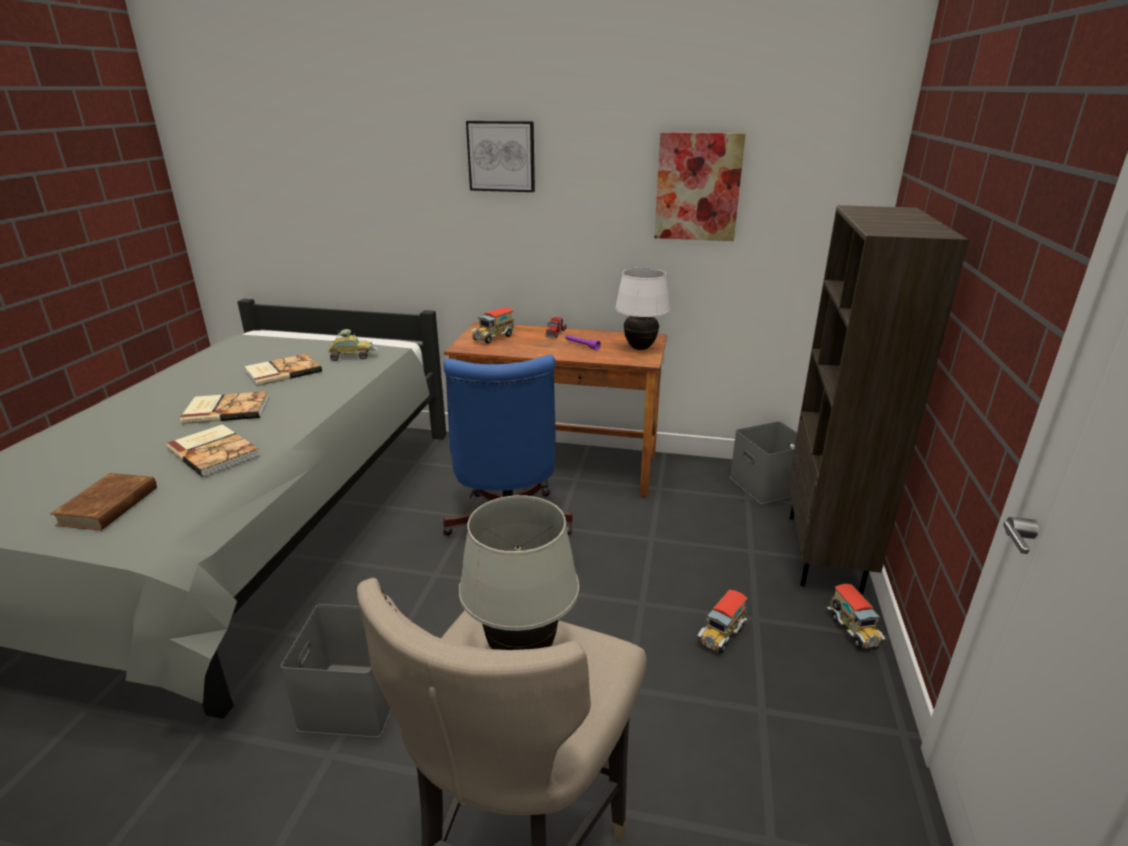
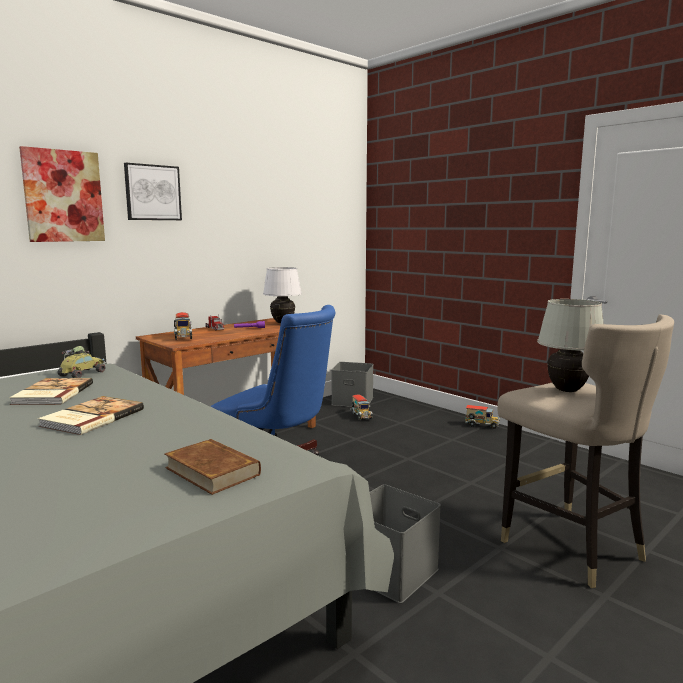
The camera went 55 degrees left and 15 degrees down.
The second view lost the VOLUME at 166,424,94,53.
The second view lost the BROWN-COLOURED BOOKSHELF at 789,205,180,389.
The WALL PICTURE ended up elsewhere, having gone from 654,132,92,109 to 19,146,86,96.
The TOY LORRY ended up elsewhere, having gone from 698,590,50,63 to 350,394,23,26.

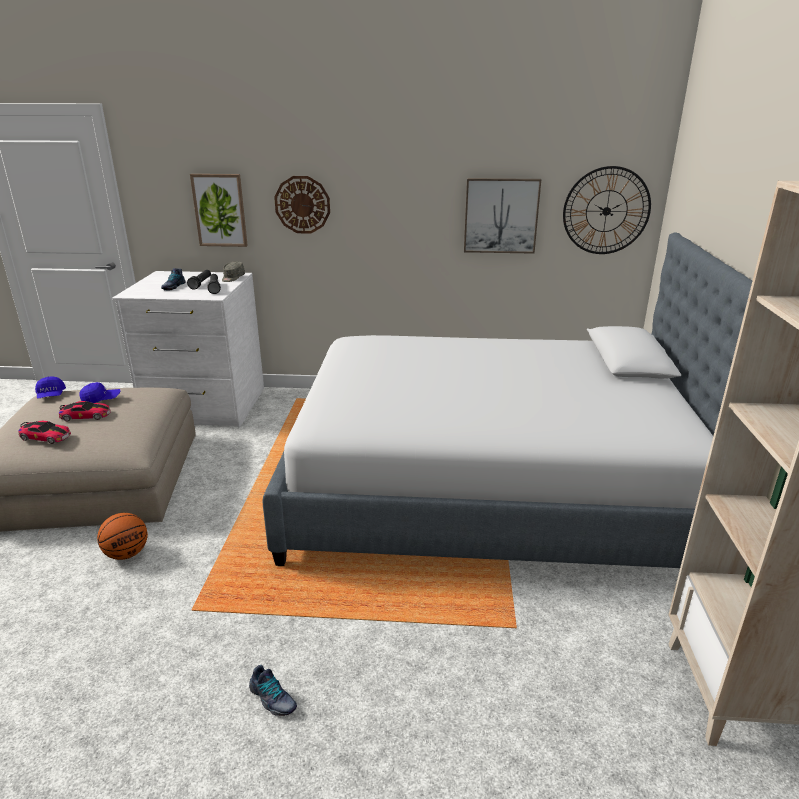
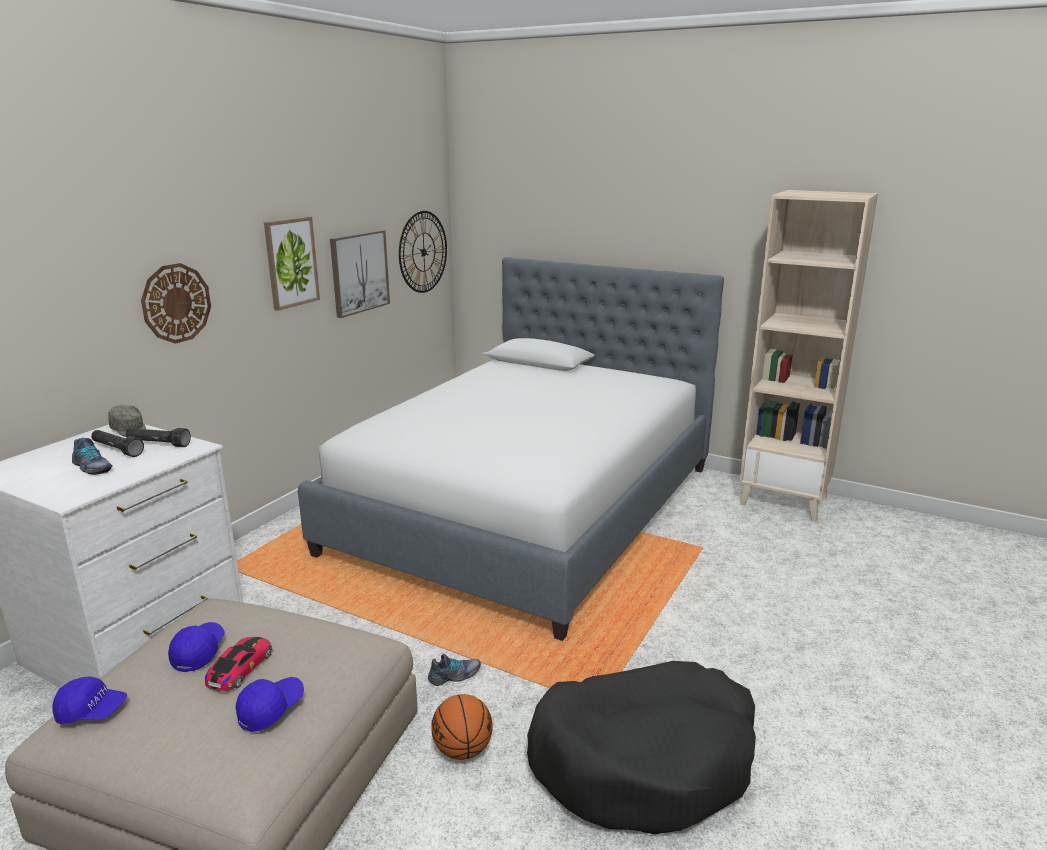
The camera went 65 degrees left and 5 degrees down.
The second view gained the BLACK PET BED at 527,661,229,173.
The WALL PICTURE ended up elsewhere, having gone from 190,174,58,73 to 264,217,56,94.
The SHOE ended up elsewhere, having gone from 249,665,48,51 to 428,654,53,32.
Where the TOY CAR stood at 18,421,53,23, the BLUISH PEAKED CAP came to stand at 236,677,68,55.

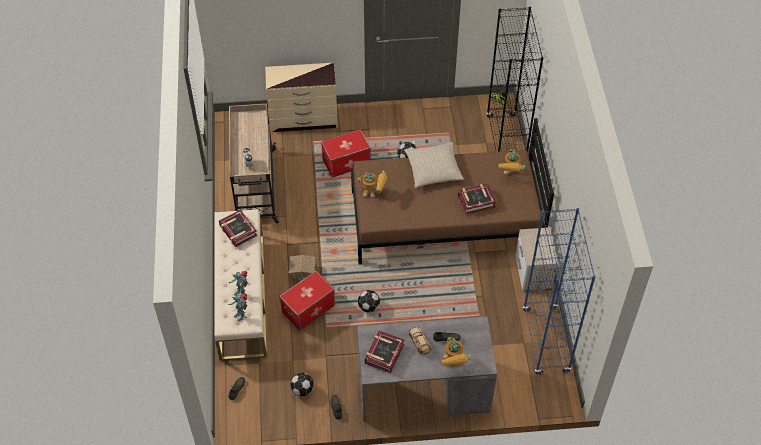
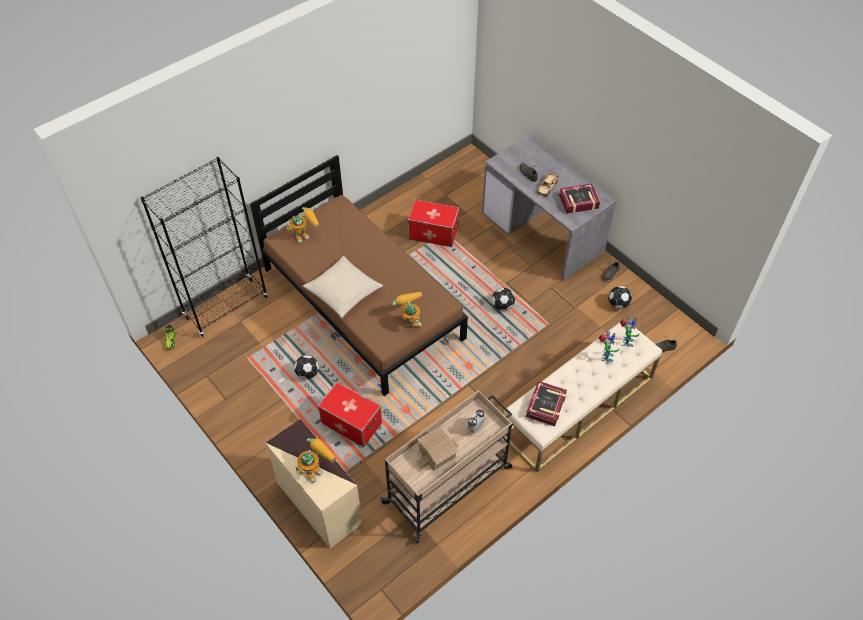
The camera went 125 degrees left and 0 degrees up.
The second view lost the VOLUME at 458,184,38,30.
The second view lost the BEDSIDE TABLE at 515,227,43,64.
The second view lost the BLUISH BOOKSHELF at 523,208,73,167.
The STORAGE BOX ended up elsewhere, having gone from 279,271,56,60 to 408,199,51,48.
The MODEL HOUSE ended up elsewhere, having gone from 289,255,26,27 to 416,427,43,43.
The ROBOT FIGURE ended up elsewhere, having gone from 441,337,31,30 to 296,438,40,45.

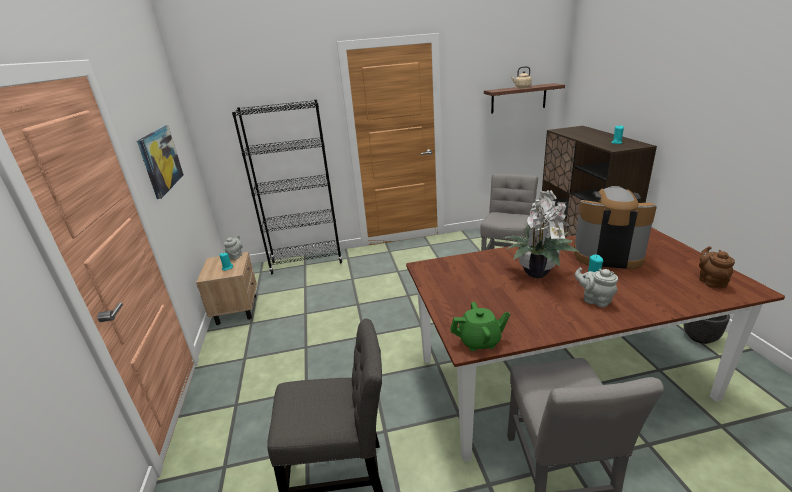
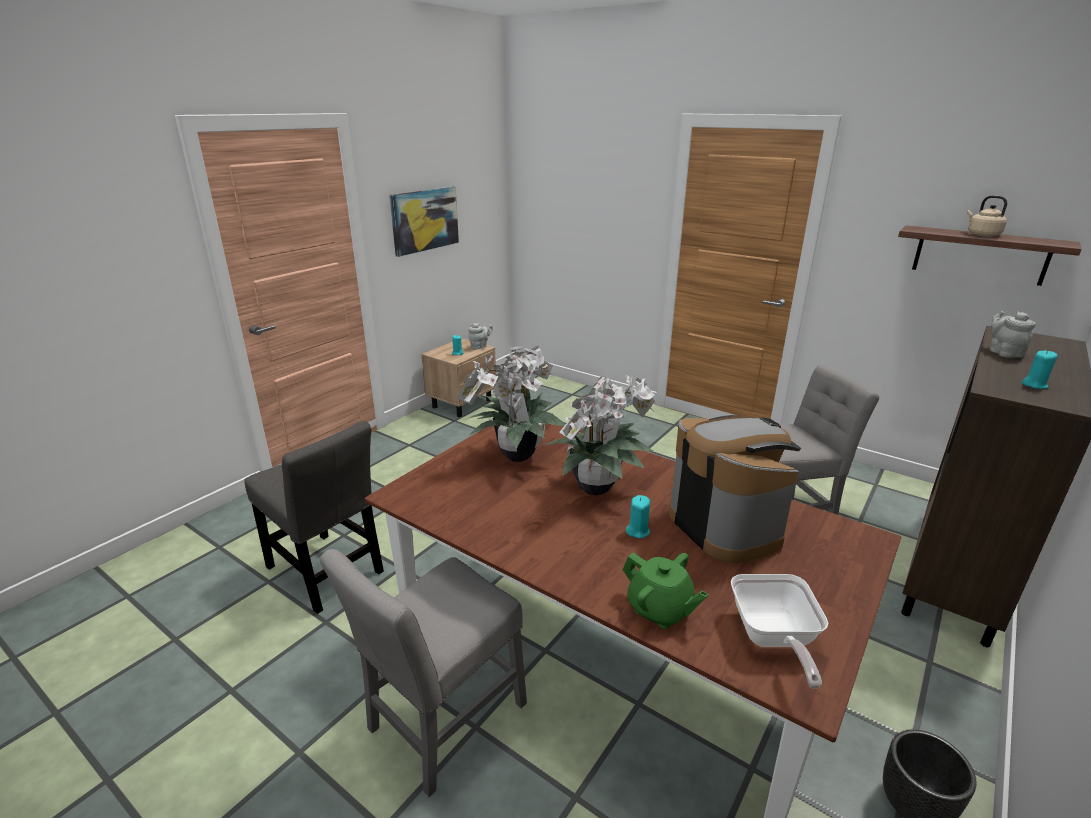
The camera went 45 degrees right and 0 degrees up.
The second view lost the BLACK BOOKSHELF at 232,99,111,175.
The second view gained the HOUSEPLANT at 457,346,108,116.
The GREENISH TEAPOT ended up elsewhere, having gone from 450,302,60,49 to 623,552,86,77.
The GREY TEAPOT ended up elsewhere, having gone from 575,267,43,40 to 990,311,46,47.
Where the BROWN-COLOURED TEAPOT stood at 699,246,36,42, the FRYING PAN came to stand at 731,574,97,115.

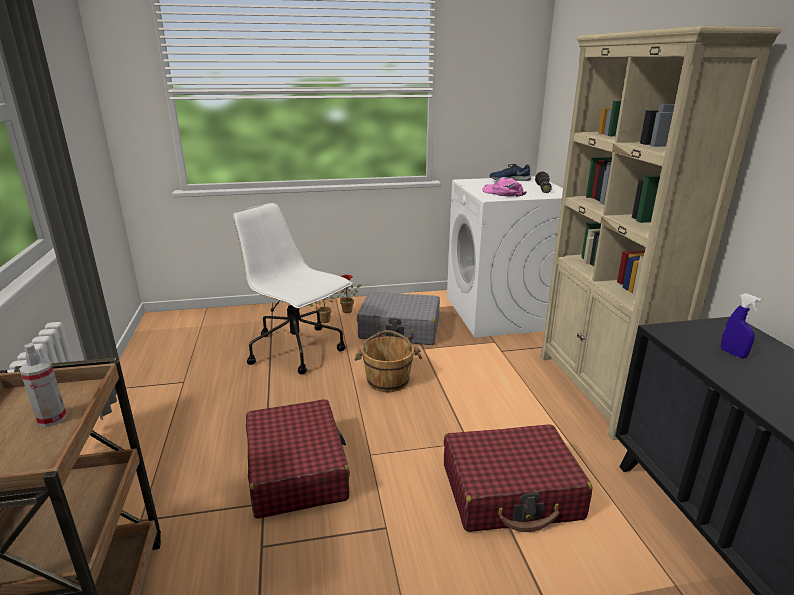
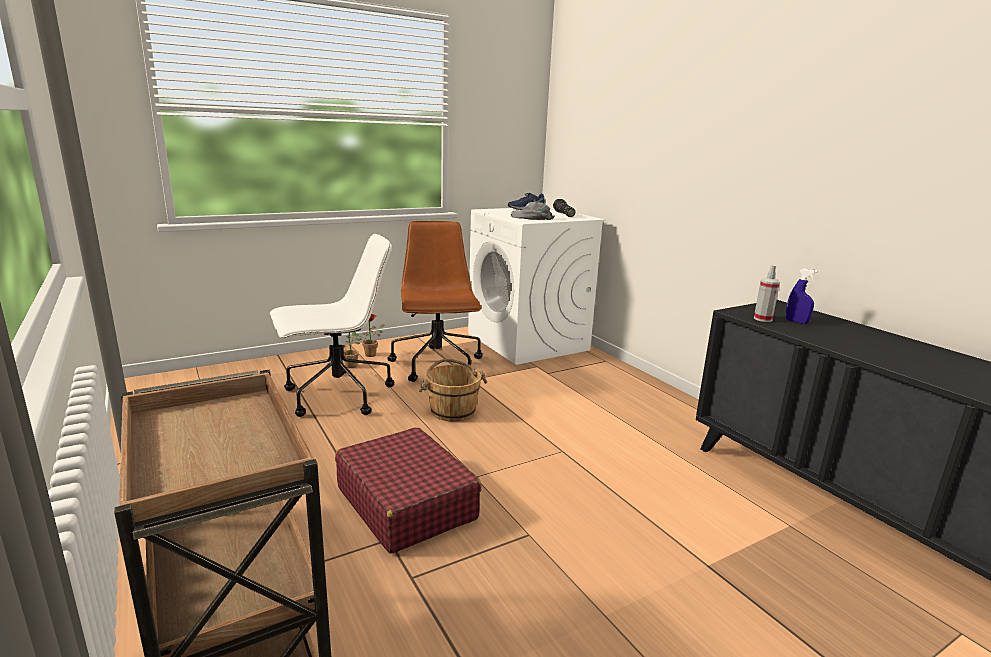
The camera went 20 degrees left and 5 degrees down.
The second view lost the RED TRAVEL CASE at 444,424,148,108.
The second view lost the BEIGE BOOKSHELF at 540,26,241,414.
The SPRAYER ended up elsewhere, having gone from 19,343,48,84 to 754,265,26,57.
Where the GREY TRAVEL CASE stood at 357,291,83,54, the BROWN-COLOURED DESK CHAIR came to stand at 387,221,96,161.
What was the PINK-COLOURED PEAKED CAP at 482,177,45,19 turned into the GREY PEAKED CAP at 511,202,43,18.
The WHITE-COLOURED DESK CHAIR at 233,203,120,171 ended up facing another way, 135 degrees clockwise from before.

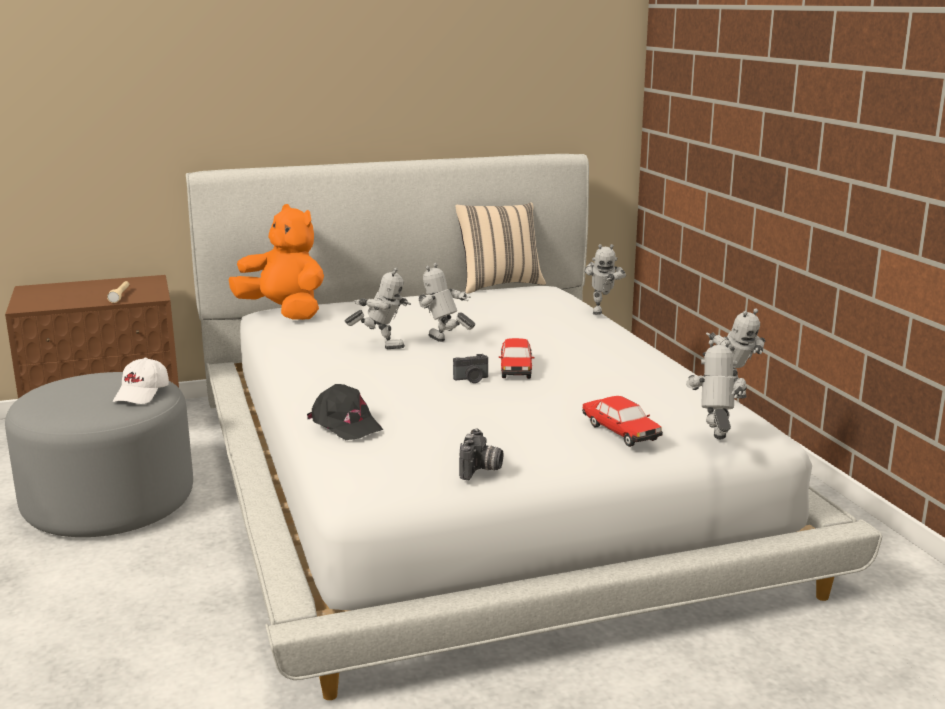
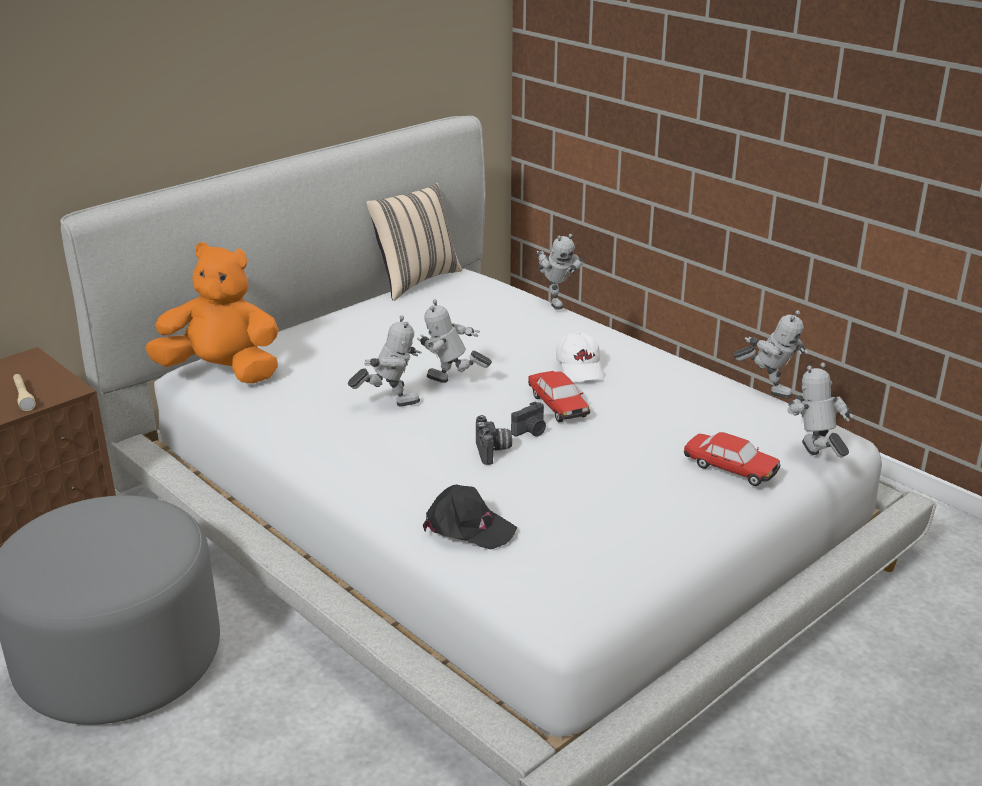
The camera went 25 degrees left and 10 degrees up.
The WHITE-COLOURED PEAKED CAP ended up elsewhere, having gone from 113,358,56,46 to 556,332,49,51.
The STILL CAMERA ended up elsewhere, having gone from 459,428,44,52 to 476,415,36,50.

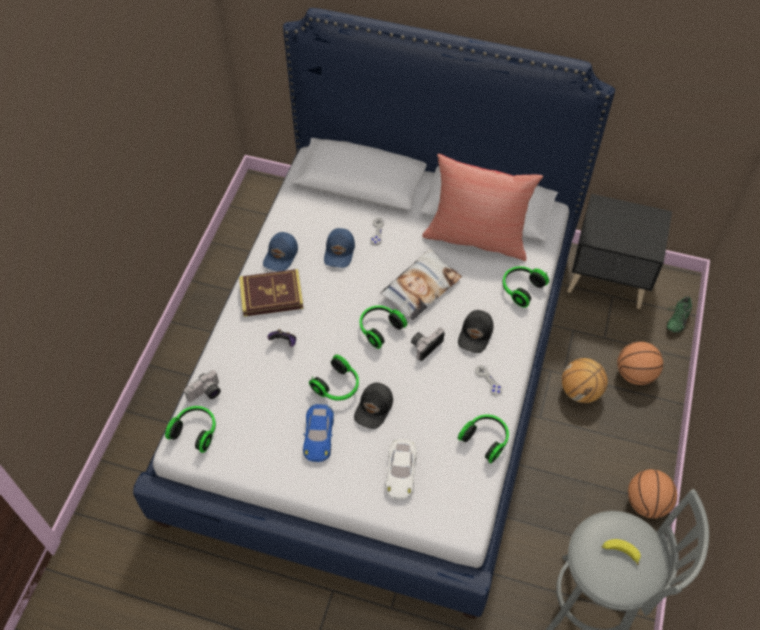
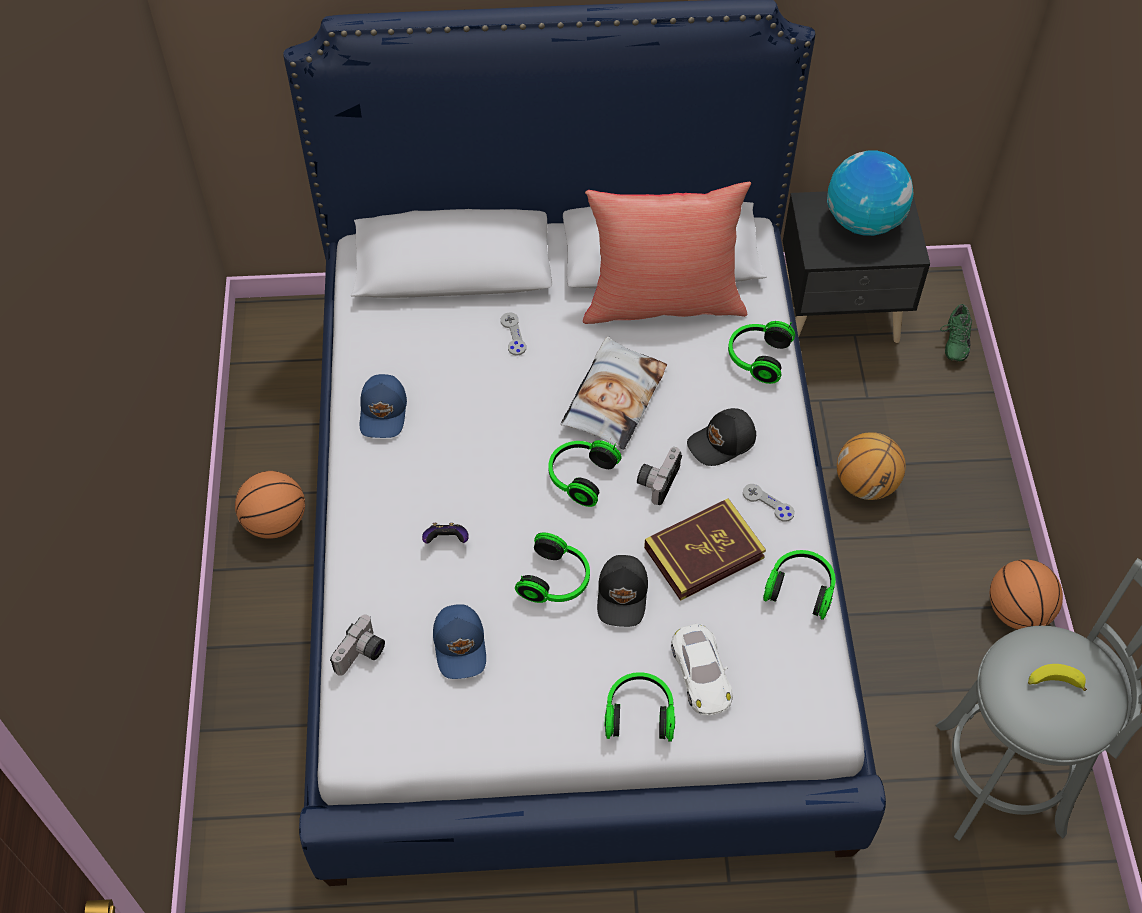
The camera went 20 degrees left and 0 degrees up.
The second view lost the BLUISH TOY CAR at 303,404,31,58.
The second view gained the WORLD GLOBE at 827,151,87,85.
The HEADSET ended up elsewhere, having gone from 165,406,51,47 to 604,672,71,70.
The VOLUME ended up elsewhere, having gone from 239,269,65,48 to 644,498,122,103.
The BLUISH PEAKED CAP ended up elsewhere, having gone from 324,228,31,40 to 433,604,53,75.
The BALL FOR BASKETBALL ended up elsewhere, having gone from 617,341,46,44 to 235,471,70,68.
The BLACK PEAKED CAP at 458,310,35,43 ended up facing another way, 60 degrees clockwise from before.

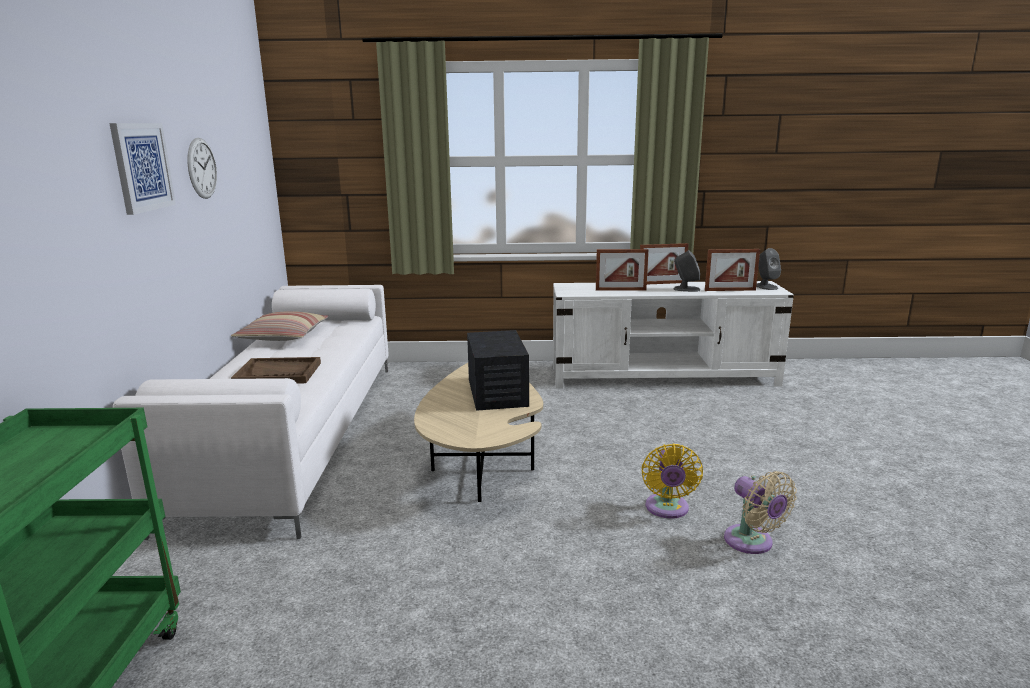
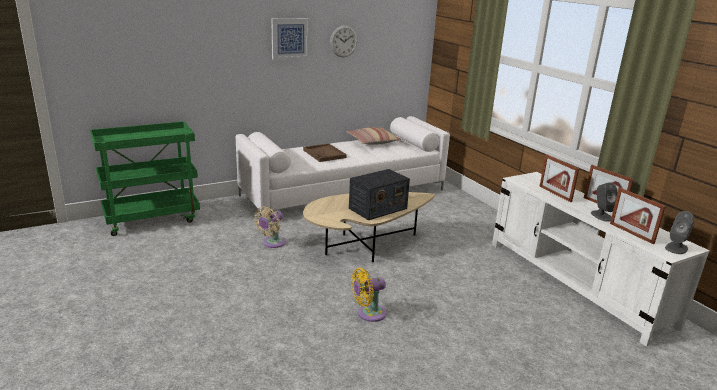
The camera went 60 degrees right and 5 degrees up.
The BEIGE FAN ended up elsewhere, having gone from 724,471,73,83 to 254,206,32,42.

